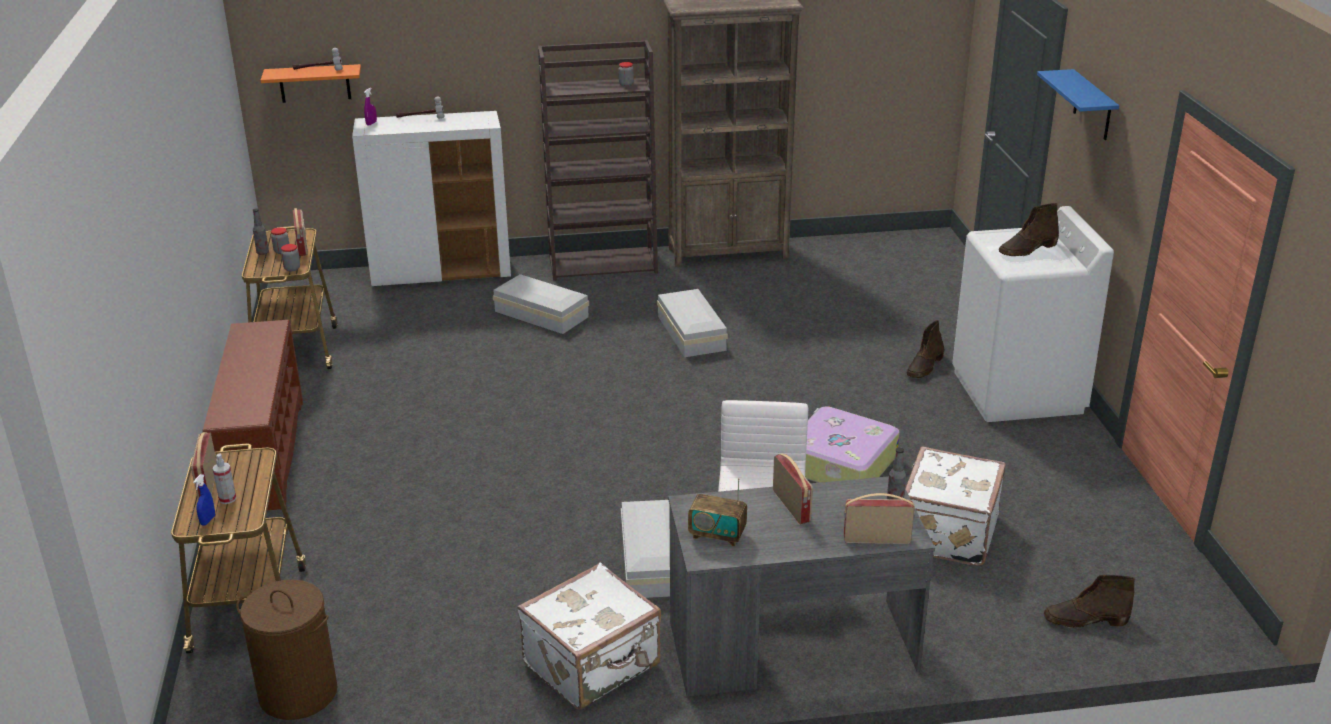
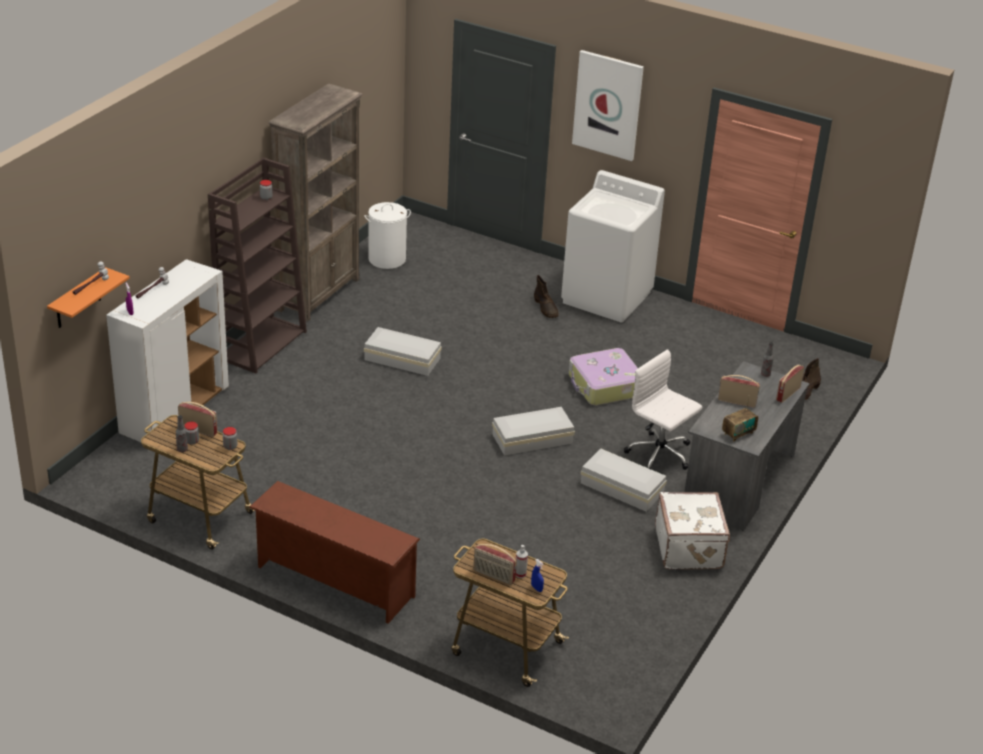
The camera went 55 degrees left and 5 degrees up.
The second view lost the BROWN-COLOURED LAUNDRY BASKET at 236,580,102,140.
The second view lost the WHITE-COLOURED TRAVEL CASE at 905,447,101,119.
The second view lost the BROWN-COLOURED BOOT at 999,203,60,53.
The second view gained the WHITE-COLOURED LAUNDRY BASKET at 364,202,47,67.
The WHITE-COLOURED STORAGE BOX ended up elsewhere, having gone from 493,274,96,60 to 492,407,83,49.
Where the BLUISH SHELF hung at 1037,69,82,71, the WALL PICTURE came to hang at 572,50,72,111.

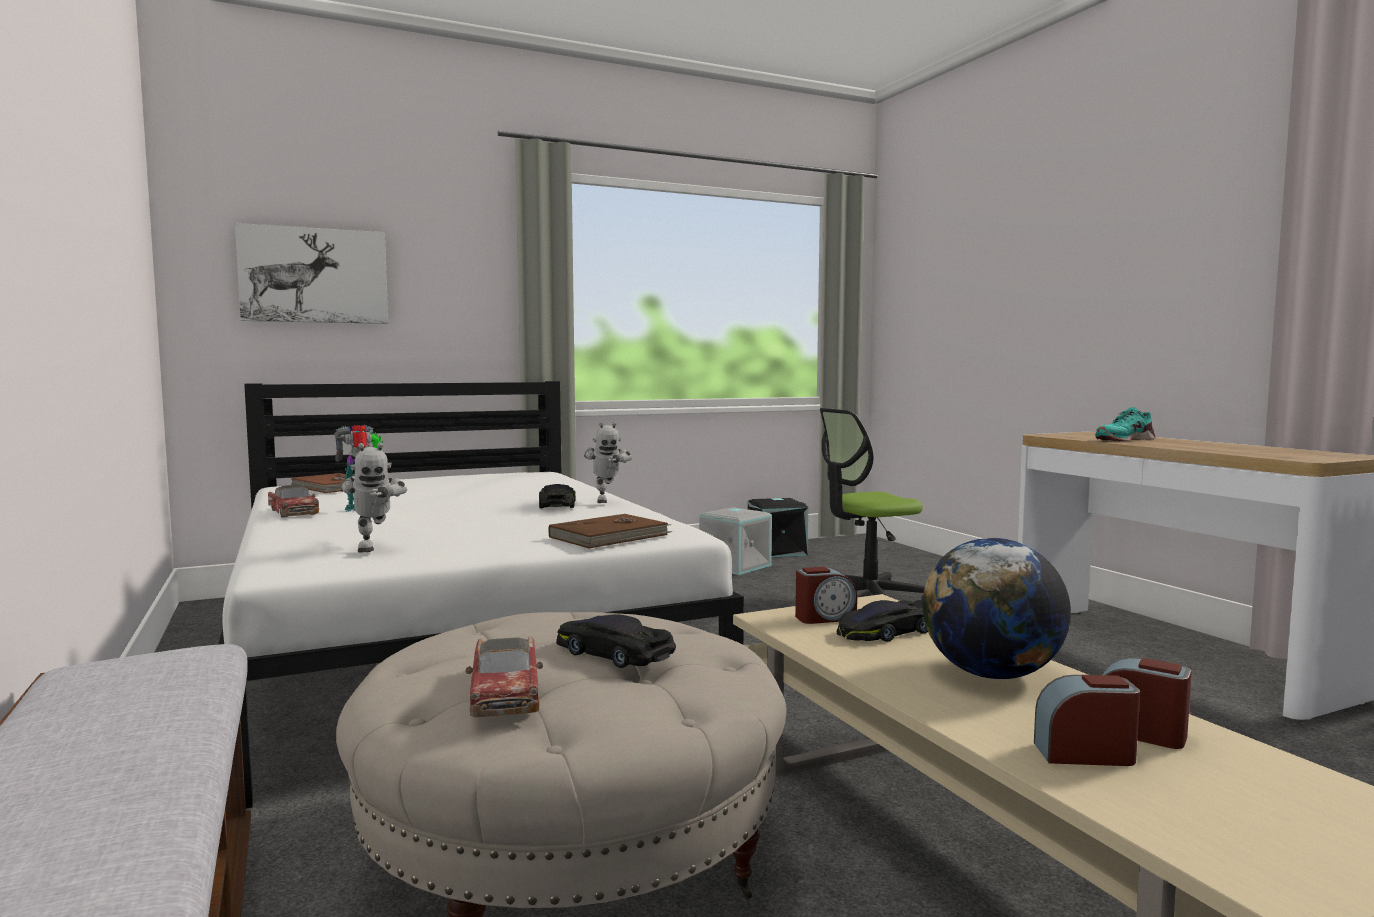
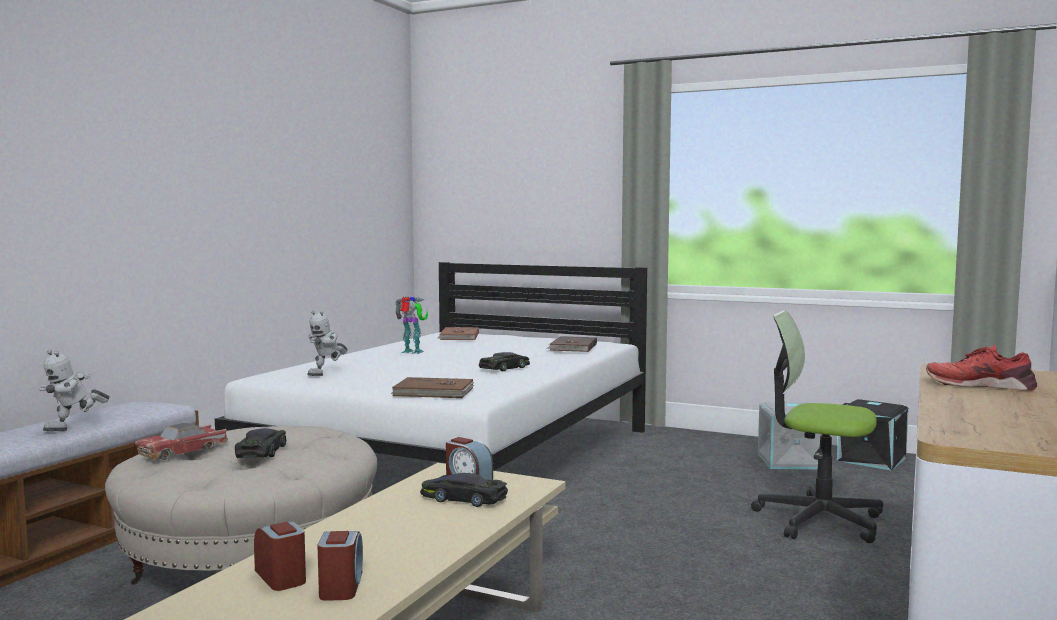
The camera went 50 degrees right and 0 degrees up.
The second view lost the WALL PICTURE at 235,223,153,101.
The second view lost the TOY CAR at 268,485,51,33.
The second view lost the WORLD GLOBE at 922,538,149,141.
The second view gained the BROWN-COLOURED VOLUME at 547,336,50,16.
The ROBOT FIGURE ended up elsewhere, having gone from 584,422,48,81 to 39,350,71,81.
What was the BLUE-GREEN SHOE at 1095,407,60,34 turned into the RED SHOE at 926,344,111,47.

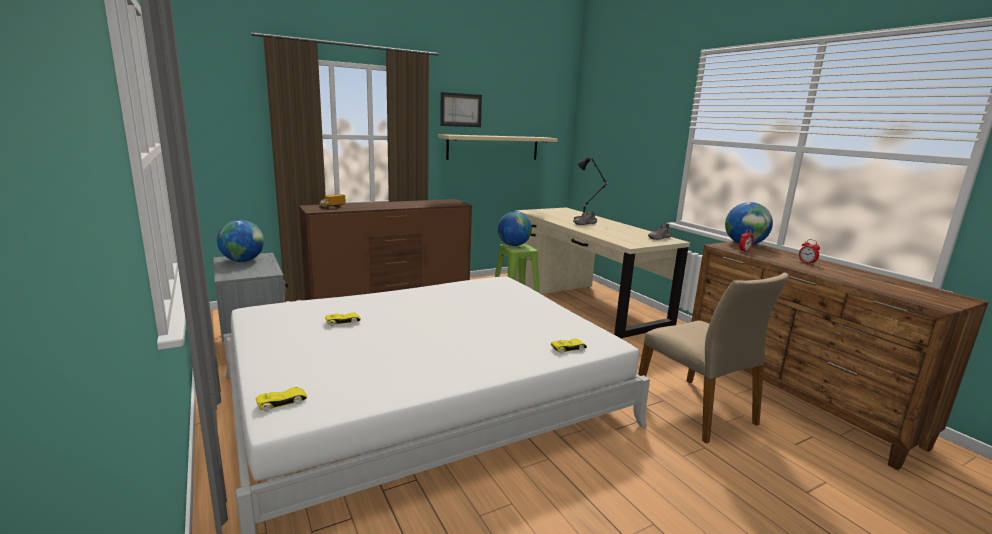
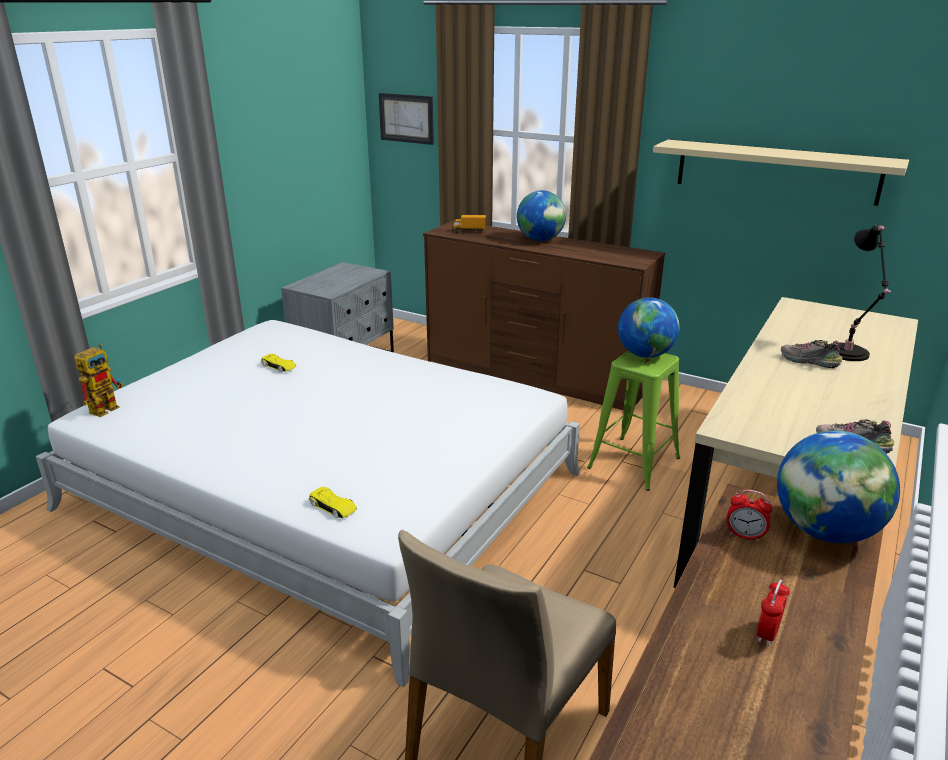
The camera went 60 degrees right and 10 degrees up.
The WORLD GLOBE ended up elsewhere, having gone from 217,220,47,42 to 517,190,49,51.
The WALL PICTURE ended up elsewhere, having gone from 440,92,42,35 to 379,93,55,52.
Where the YELLOW-COLOURED TOY CAR stood at 256,387,51,24, the ROBOT FIGURE came to stand at 74,343,49,74.

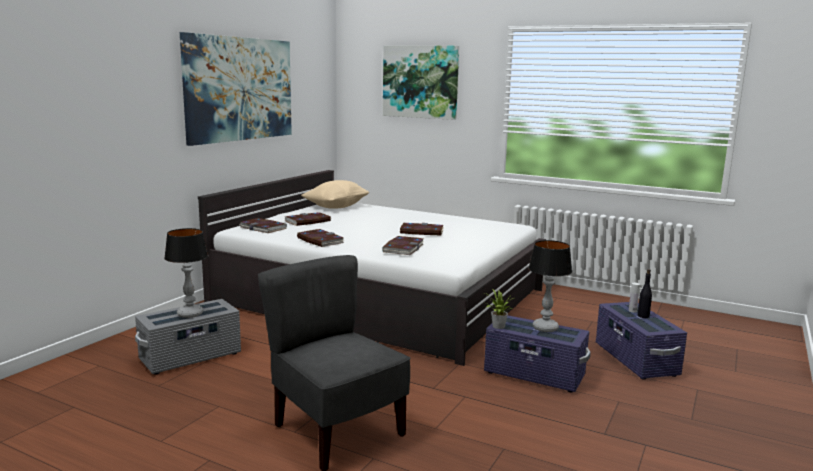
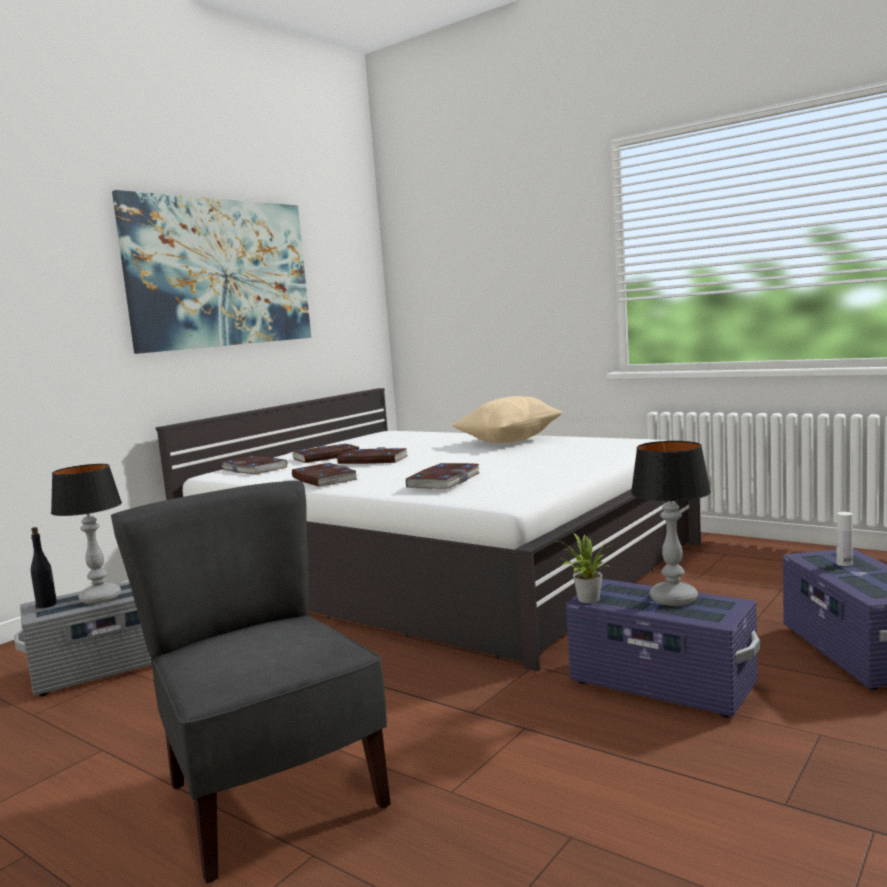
The camera went 10 degrees right and 5 degrees down.
The second view lost the WALL PICTURE at 383,46,76,74.
The BEIGE THROW PILLOW ended up elsewhere, having gone from 301,180,68,29 to 452,396,110,47.
The VOLUME ended up elsewhere, having gone from 399,223,45,13 to 337,447,71,17.
The BLACK BEVERAGE BOTTLE ended up elsewhere, having gone from 638,269,14,49 to 31,527,26,81.

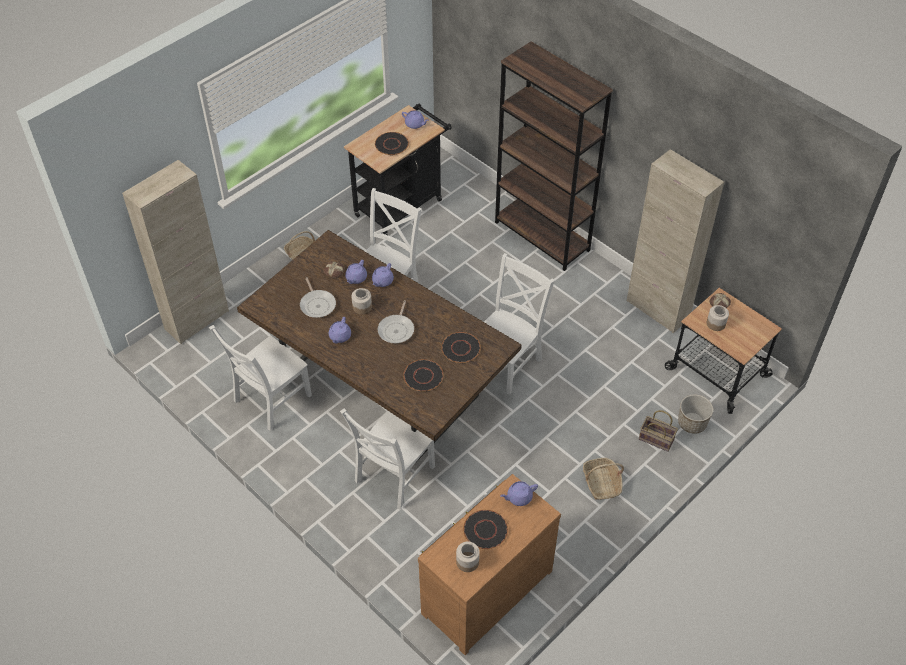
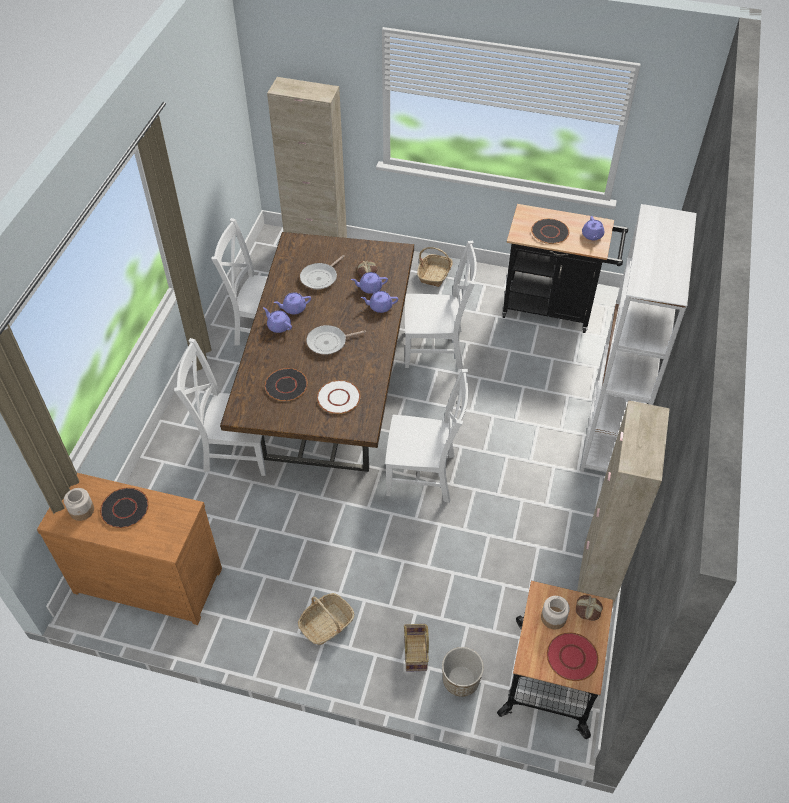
The camera went 60 degrees right and 0 degrees up.
The second view lost the STORAGE JAR at 351,288,21,26.
The second view gained the RED DINNER PLATE at 547,632,52,49.
The PURPLE TEAPOT ended up elsewhere, having gone from 500,481,38,25 to 263,307,29,26.
What was the BLACK DINNER PLATE at 441,332,40,31 turned into the WHITE-COLOURED DINNER PLATE at 317,380,43,34.
What was the BROWN-COLOURED BOOKSHELF at 495,41,118,230 turned into the WHITE-COLOURED BOOKSHELF at 580,204,117,268.

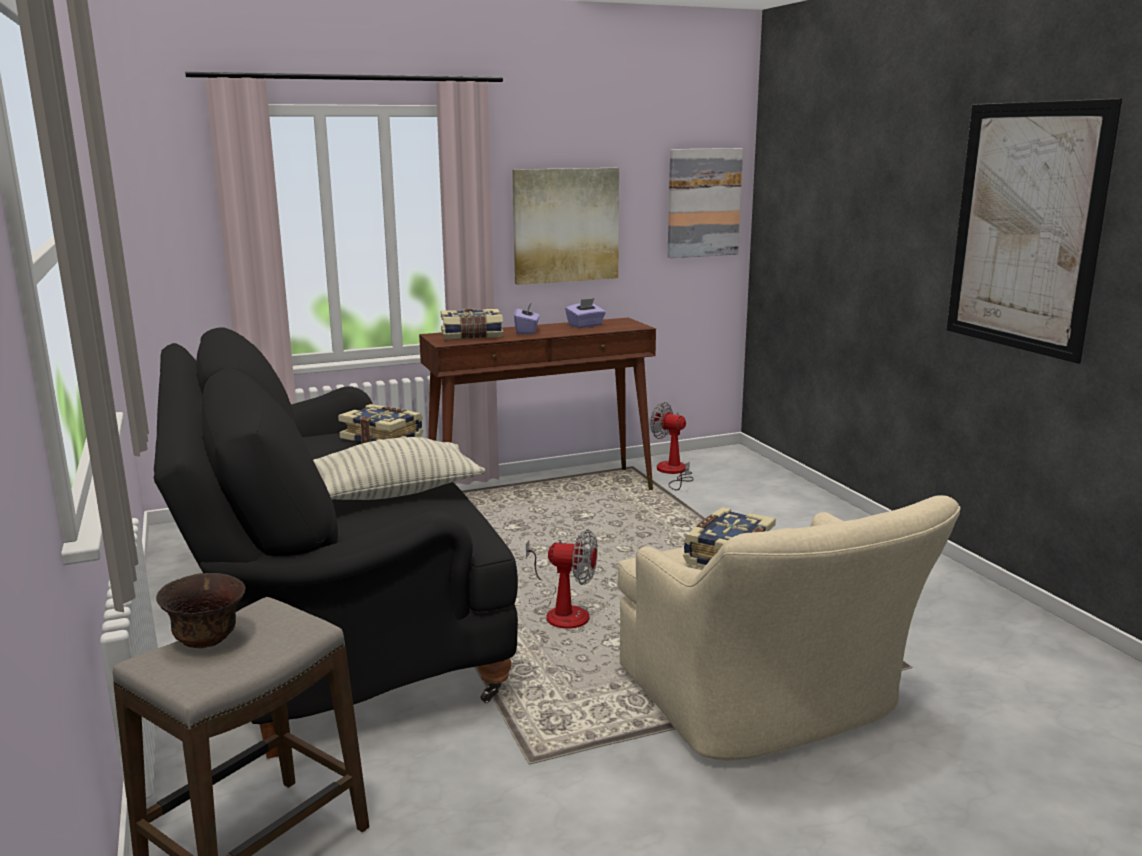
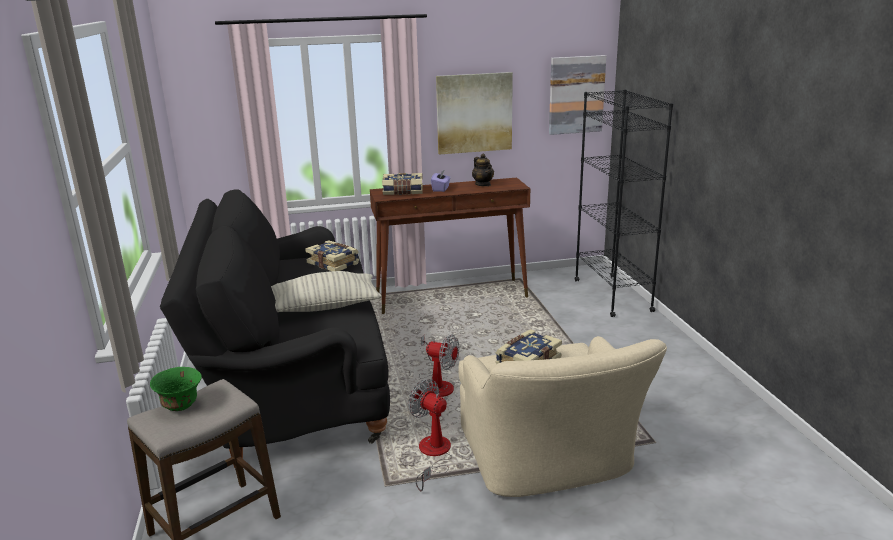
The camera went 10 degrees right and 5 degrees up.
The second view lost the WALL PICTURE at 946,98,176,266.
The second view gained the BLACK BOOKSHELF at 575,89,98,228.
The FAN ended up elsewhere, having gone from 650,402,44,88 to 408,379,43,112.
Where the PURPLE TISSUE BOX stood at 565,298,41,30, the TEAPOT came to stand at 472,153,22,33.
What was the BROWN-COLOURED DEEP DISH at 156,573,90,75 turned into the GREENISH DEEP DISH at 150,367,52,44.

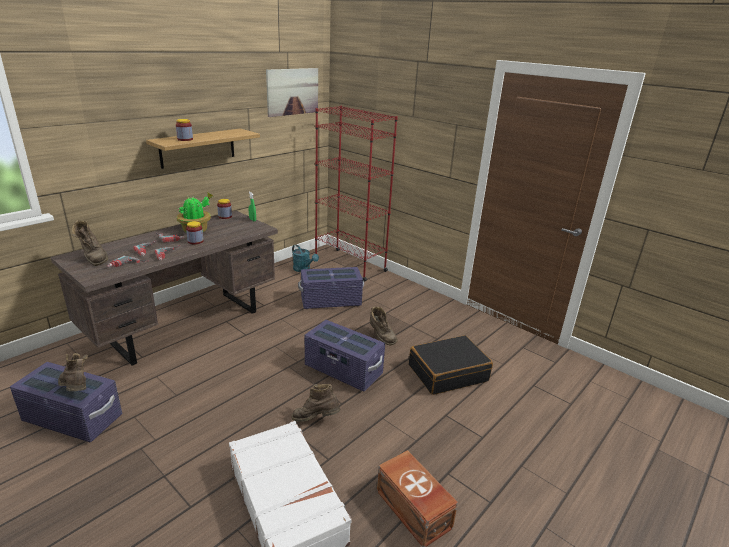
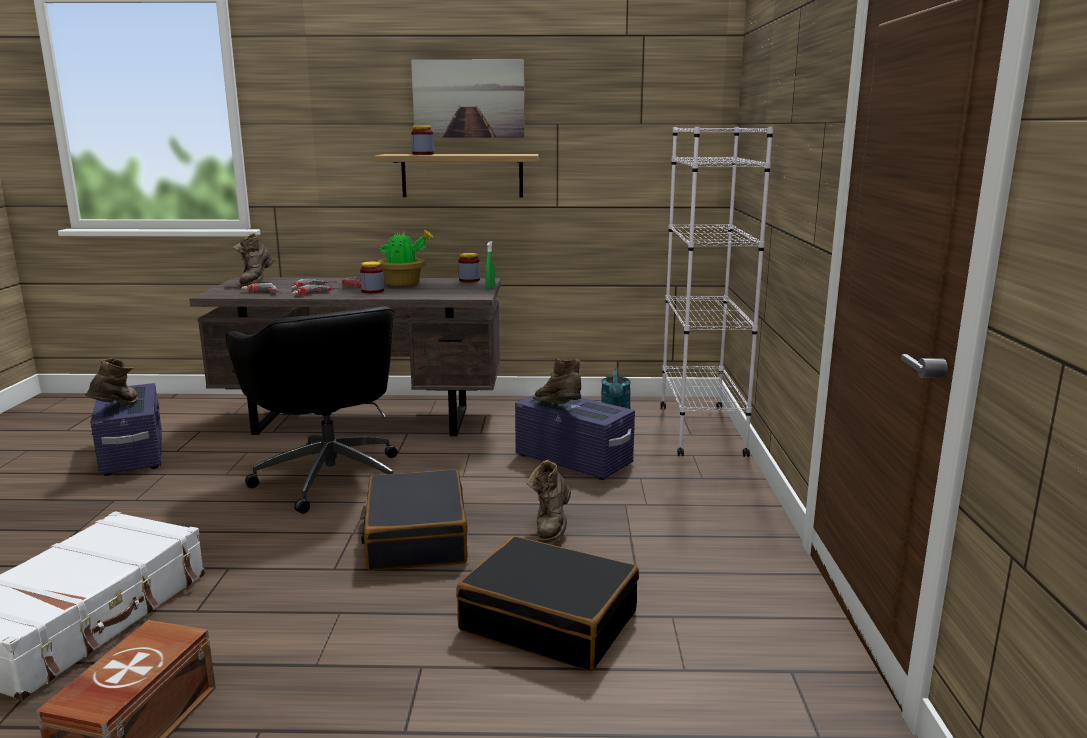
The camera went 50 degrees right and 10 degrees down.
The second view gained the BLACK DESK CHAIR at 226,306,172,208.
The WALL PICTURE ended up elsewhere, having gone from 266,68,52,49 to 411,59,114,78.
The BROWN-COLOURED BOOT ended up elsewhere, having gone from 292,384,48,38 to 533,358,48,46.
Where the PURPLE STORAGE BOX stood at 305,320,80,72, the BLACK TRAVEL CASE came to stand at 360,469,108,102.
What was the RED BOOKSHELF at 315,106,83,176 turned into the WHITE-COLOURED BOOKSHELF at 660,127,113,330.

